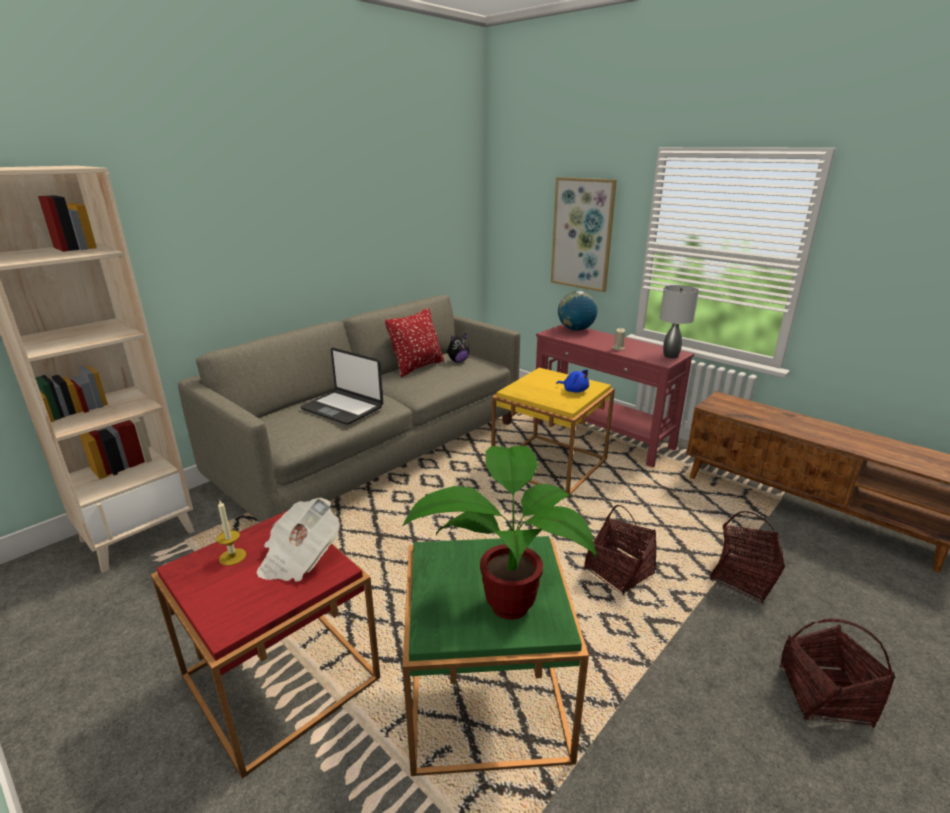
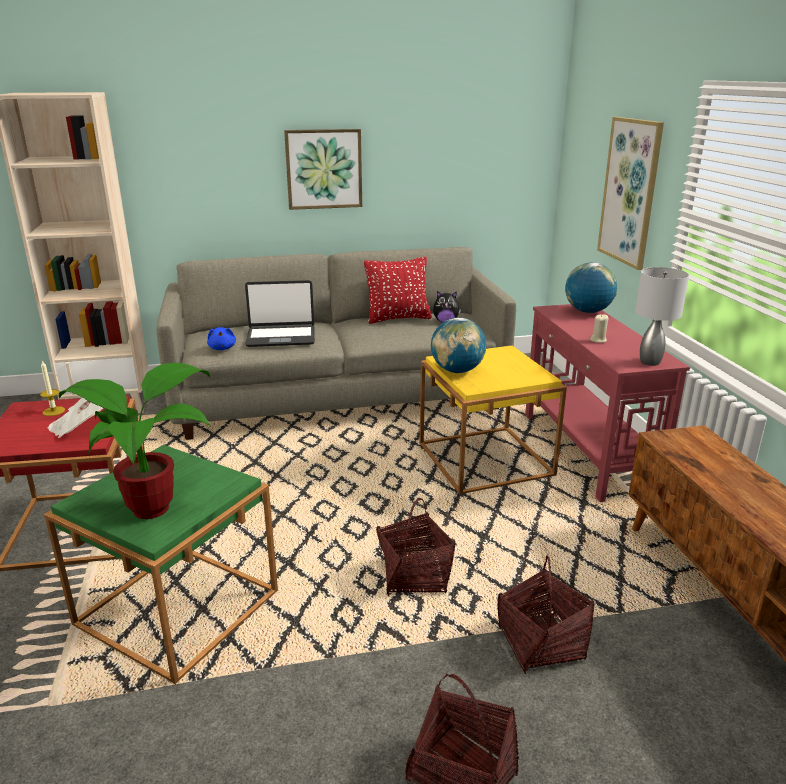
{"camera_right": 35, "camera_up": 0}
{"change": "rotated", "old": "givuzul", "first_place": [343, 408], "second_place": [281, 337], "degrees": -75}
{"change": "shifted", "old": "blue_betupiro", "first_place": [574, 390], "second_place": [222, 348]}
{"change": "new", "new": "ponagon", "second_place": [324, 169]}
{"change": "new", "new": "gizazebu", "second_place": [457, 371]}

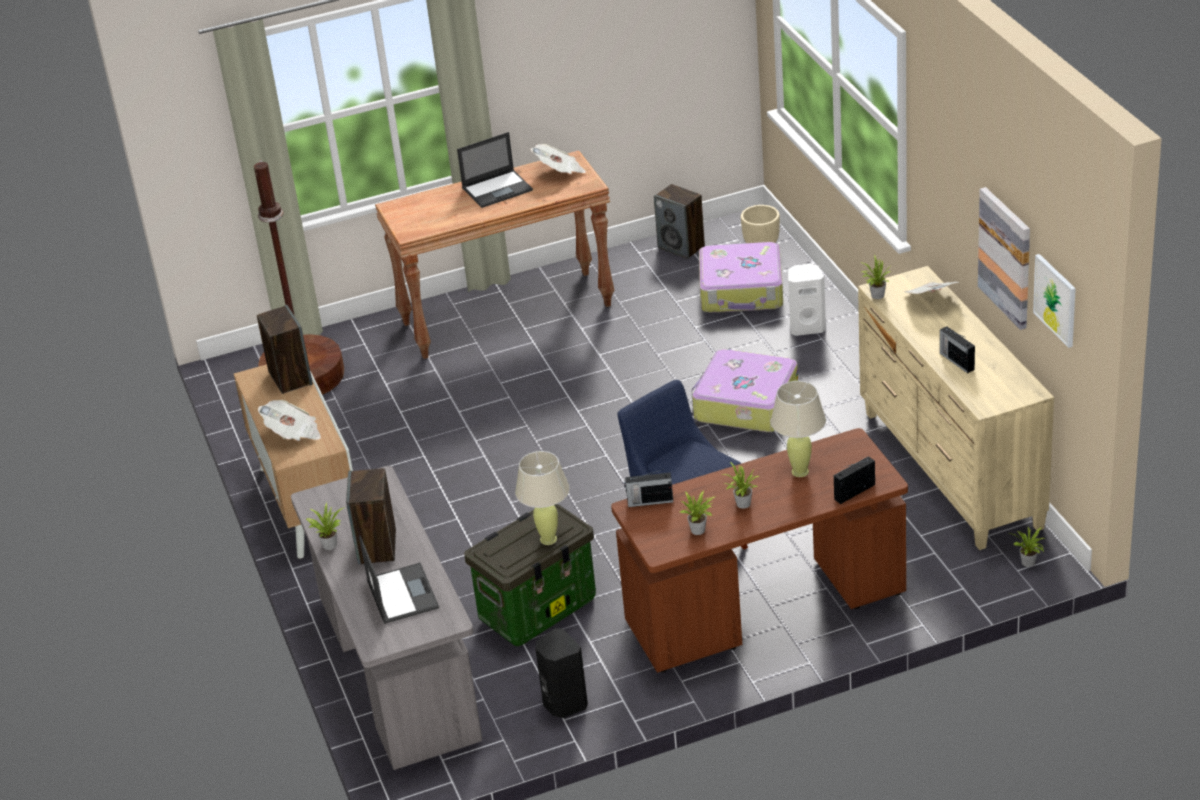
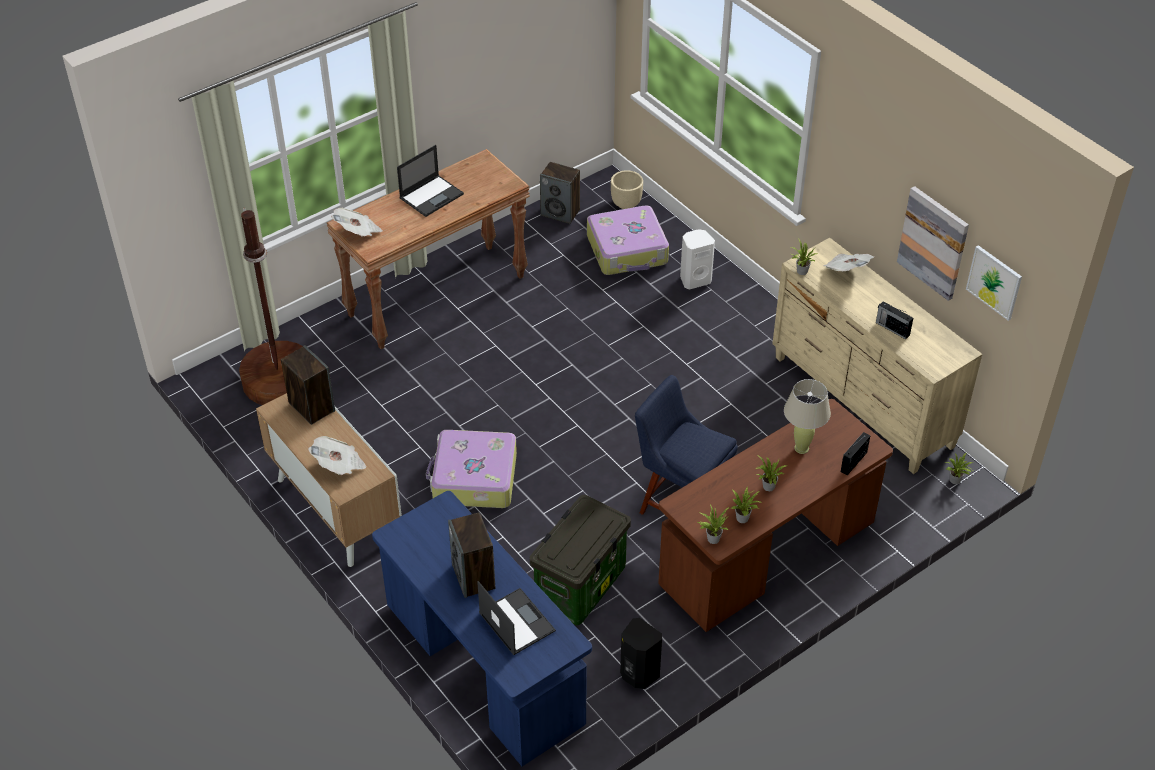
{"camera_right": -20, "camera_up": 10}
{"change": "shifted", "old": "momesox", "first_place": [560, 172], "second_place": [358, 232]}
{"change": "shifted", "old": "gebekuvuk", "first_place": [744, 404], "second_place": [473, 478]}
{"change": "gone", "old": "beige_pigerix", "first_place": [548, 539]}
{"change": "repainted", "old": "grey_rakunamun", "new": "blue_rakunamun", "first_place": [398, 670], "second_place": [483, 665]}
{"change": "gone", "old": "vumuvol", "first_place": [649, 501]}
{"change": "shifted", "old": "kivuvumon", "first_place": [328, 544], "second_place": [712, 538]}

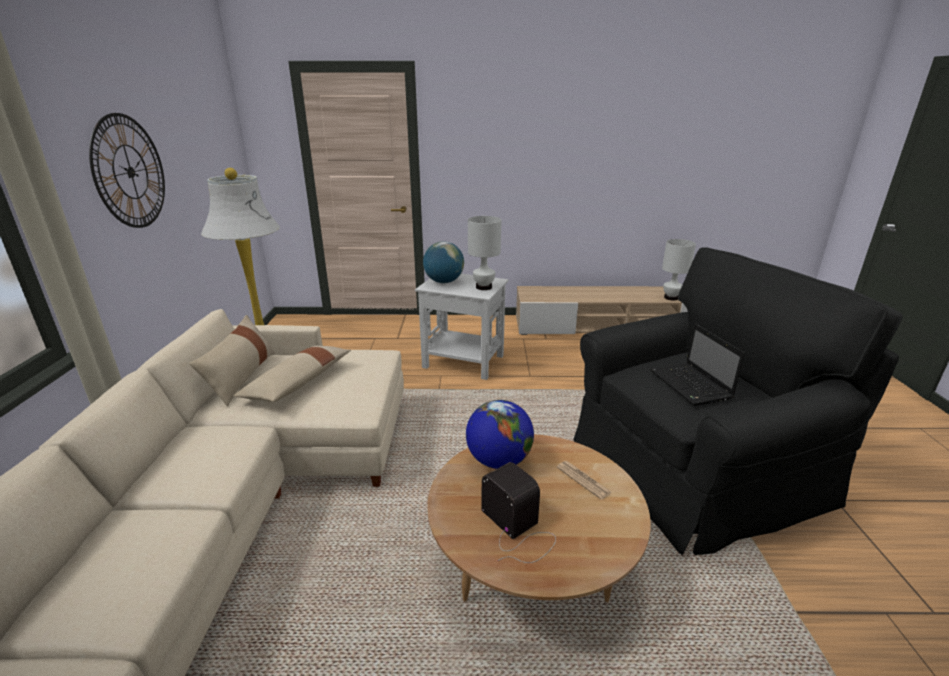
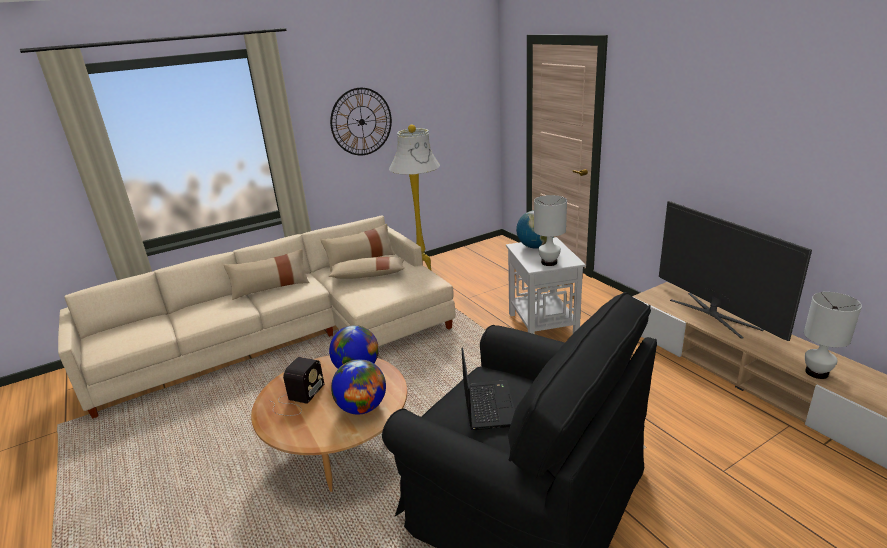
{"camera_right": 60, "camera_up": 0}
{"change": "rotated", "old": "givuzul", "first_place": [691, 386], "second_place": [488, 404], "degrees": 135}
{"change": "swapped", "old": "momesox", "new": "gizazebu", "first_place": [583, 480], "second_place": [362, 408]}
{"change": "new", "new": "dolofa", "second_place": [714, 314]}
{"change": "new", "new": "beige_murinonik", "second_place": [271, 287]}

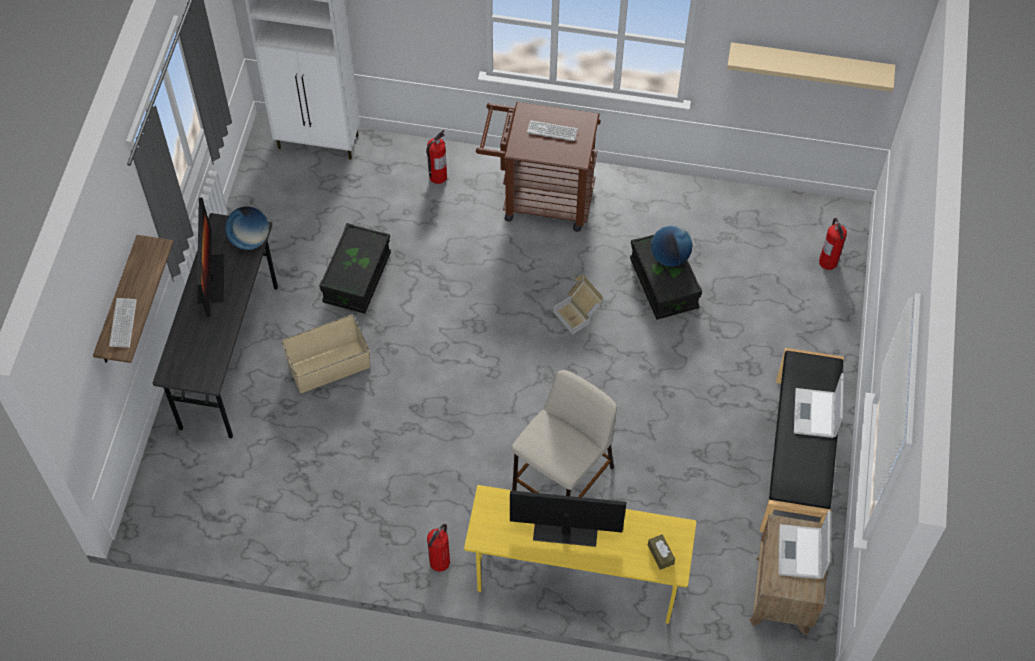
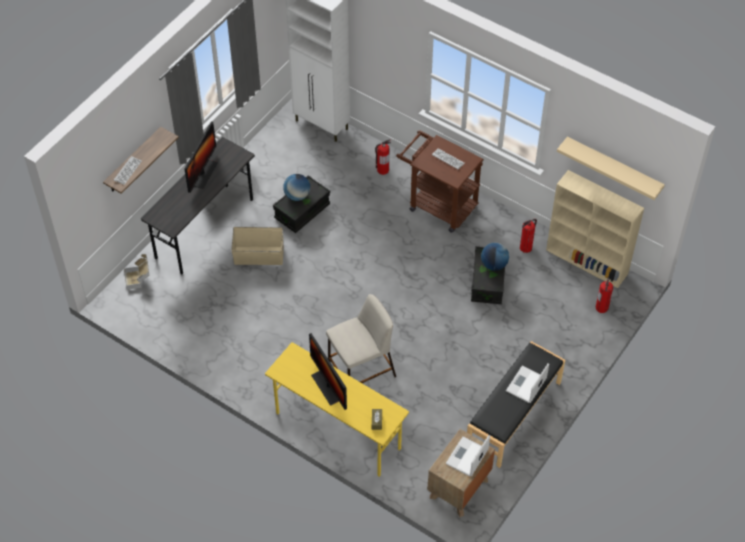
{"camera_right": 25, "camera_up": -5}
{"change": "shifted", "old": "gizazebu", "first_place": [250, 240], "second_place": [297, 196]}
{"change": "shifted", "old": "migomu", "first_place": [578, 313], "second_place": [139, 279]}
{"change": "rotated", "old": "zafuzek", "first_place": [565, 530], "second_place": [328, 386], "degrees": -150}
{"change": "shifted", "old": "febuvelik", "first_place": [440, 561], "second_place": [526, 247]}
{"change": "new", "new": "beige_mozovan", "second_place": [587, 262]}

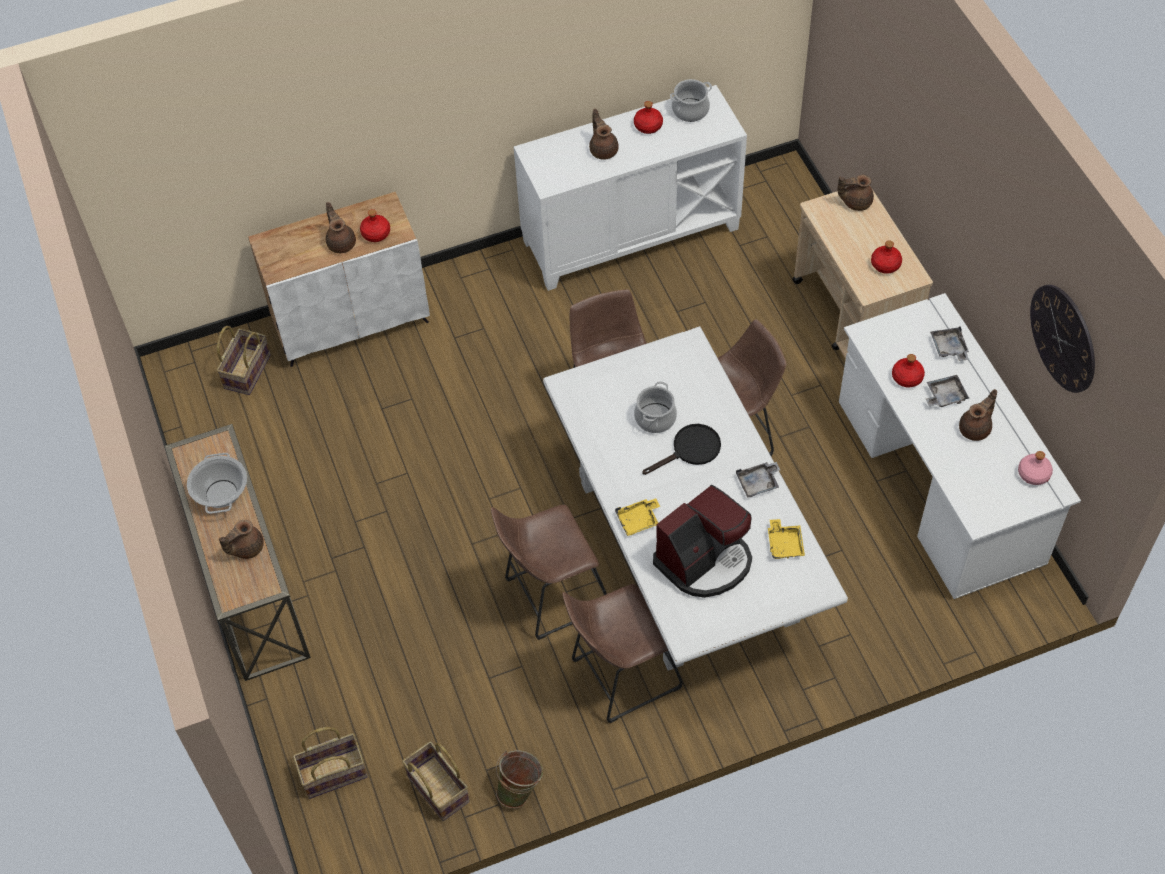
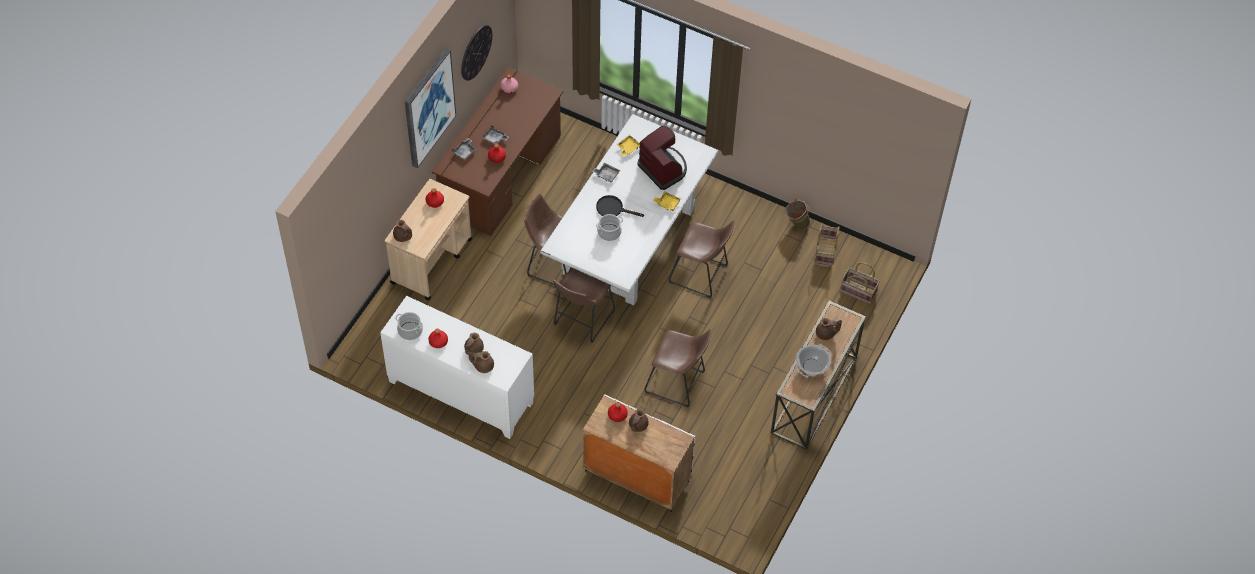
{"camera_right": -135, "camera_up": 0}
{"change": "repainted", "old": "white_rakunamun", "new": "brown_rakunamun", "first_place": [940, 481], "second_place": [500, 174]}
{"change": "gone", "old": "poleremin", "first_place": [246, 371]}
{"change": "shifted", "old": "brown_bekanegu", "first_place": [976, 429], "second_place": [483, 366]}
{"change": "rotated", "old": "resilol", "first_place": [705, 561], "second_place": [663, 169], "degrees": 45}
{"change": "shifted", "old": "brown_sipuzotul", "first_place": [620, 676], "second_place": [678, 383]}
{"change": "new", "new": "ponagon", "second_place": [428, 107]}

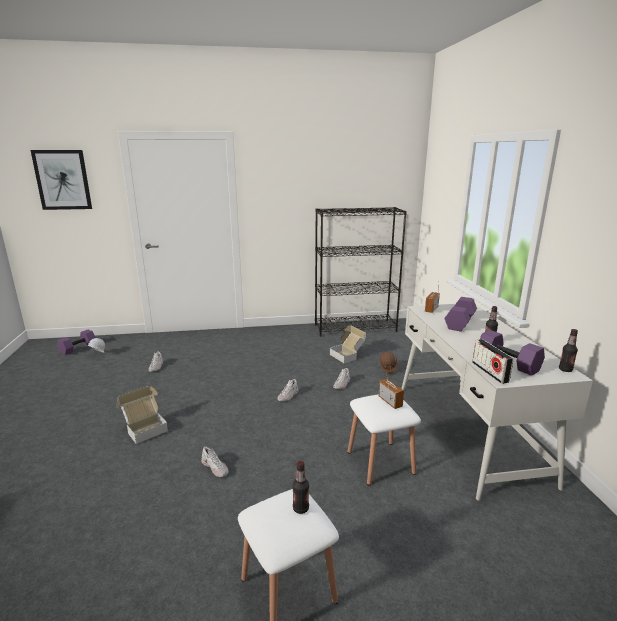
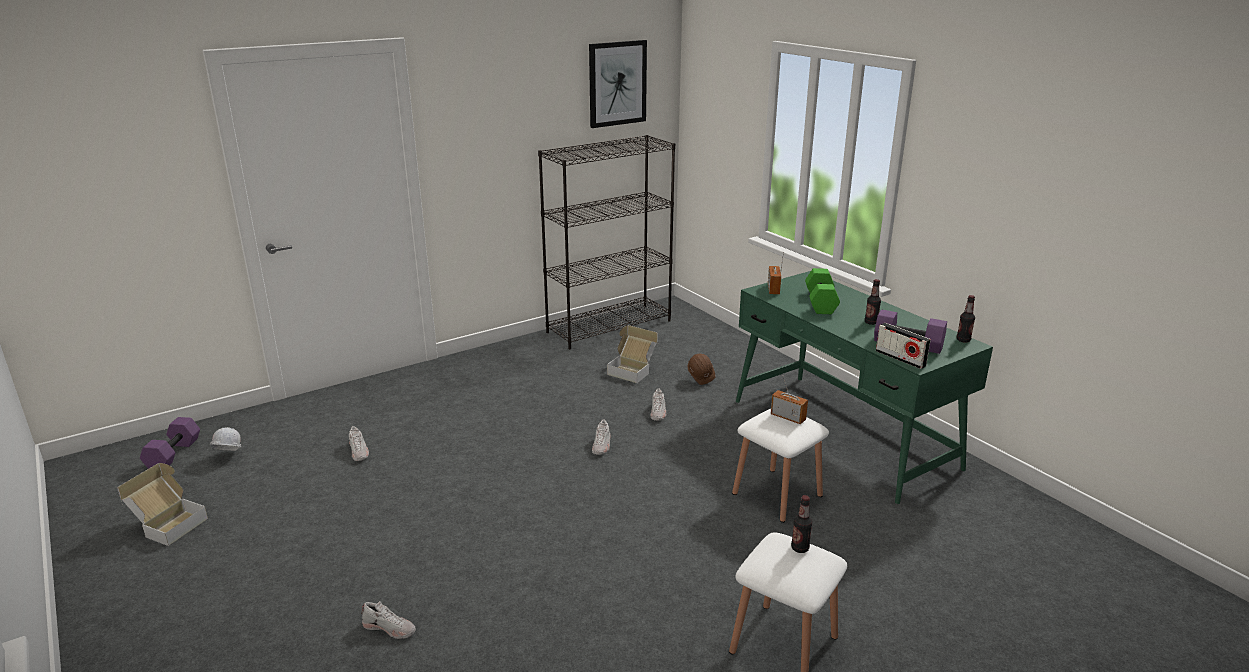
{"camera_right": -25, "camera_up": 5}
{"change": "shifted", "old": "ponagon", "first_place": [62, 180], "second_place": [617, 83]}
{"change": "repainted", "old": "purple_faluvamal", "new": "green_faluvamal", "first_place": [460, 323], "second_place": [821, 303]}
{"change": "repainted", "old": "white_rakunamun", "new": "green_rakunamun", "first_place": [467, 431], "second_place": [842, 433]}
{"change": "shifted", "old": "migomu", "first_place": [145, 428], "second_place": [168, 524]}
{"change": "shifted", "old": "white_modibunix", "first_place": [215, 468], "second_place": [390, 628]}

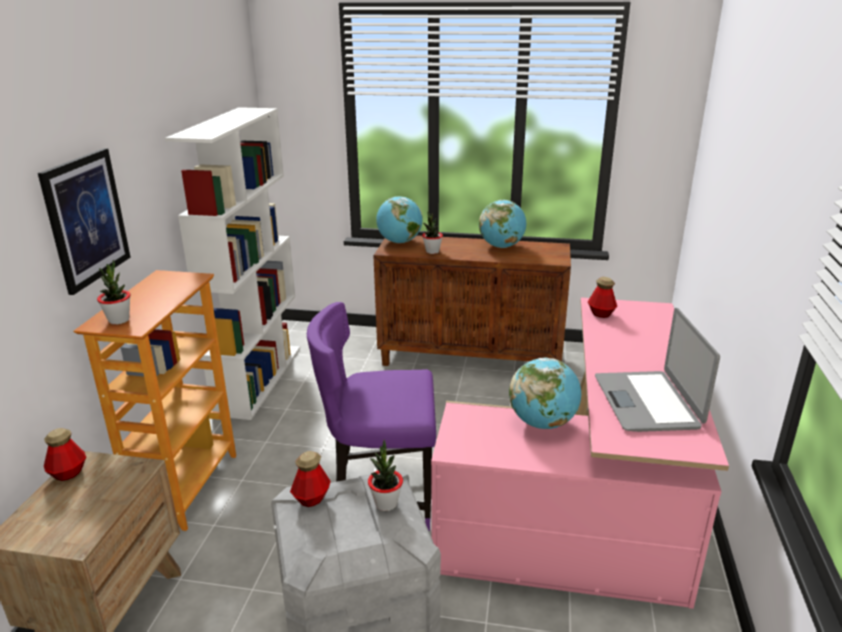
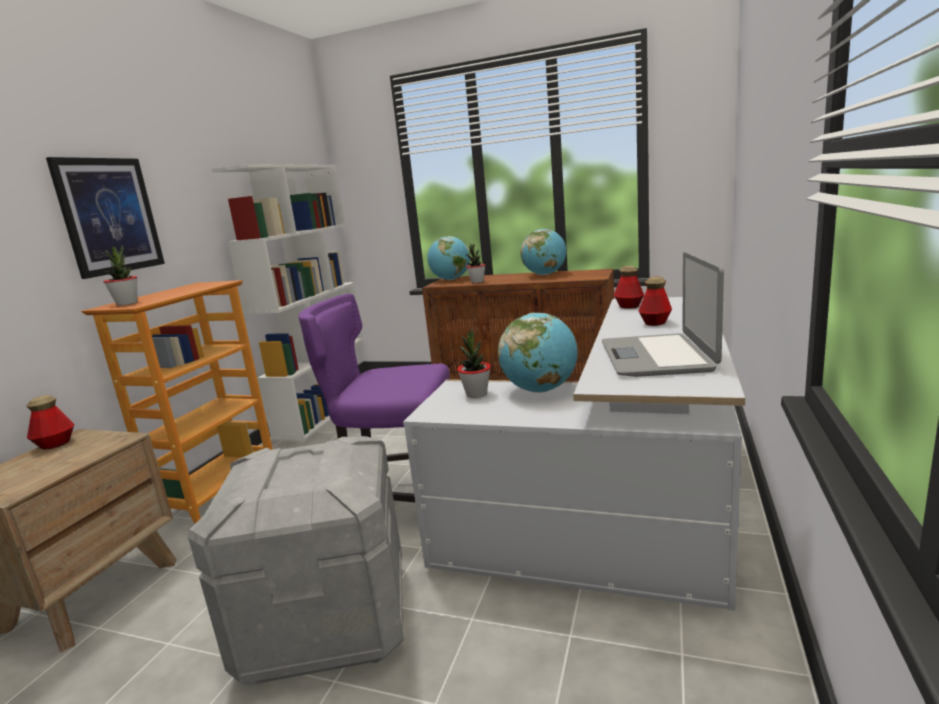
{"camera_right": 10, "camera_up": -10}
{"change": "repainted", "old": "pink_rakunamun", "new": "white_rakunamun", "first_place": [588, 508], "second_place": [620, 509]}
{"change": "shifted", "old": "kivuvumon", "first_place": [386, 503], "second_place": [476, 394]}
{"change": "shifted", "old": "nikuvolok", "first_place": [311, 498], "second_place": [655, 323]}

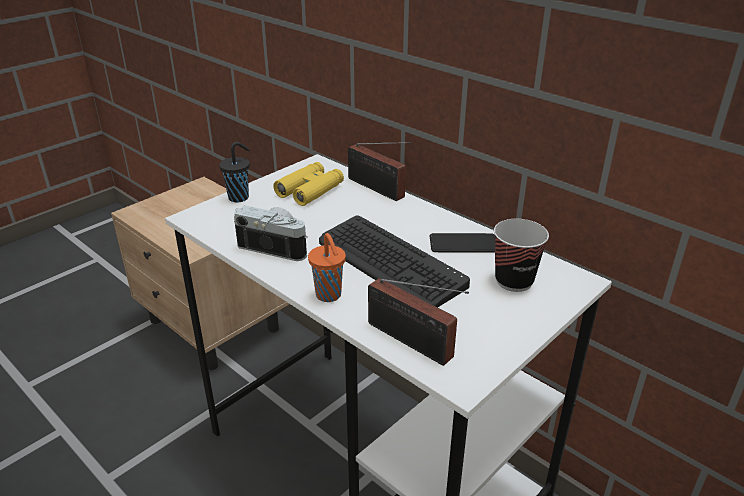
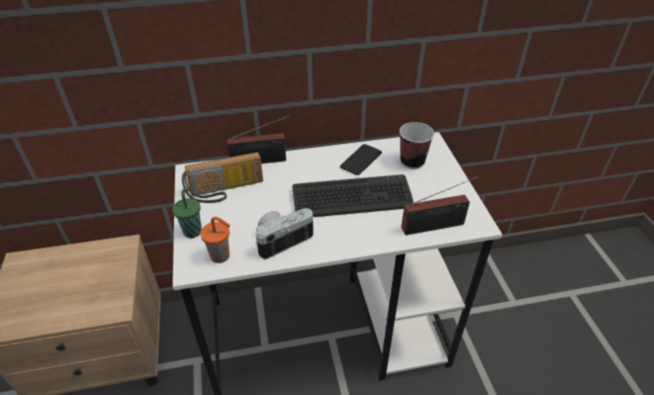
{"camera_right": -55, "camera_up": 10}
{"change": "repainted", "old": "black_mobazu", "new": "green_mobazu", "first_place": [240, 197], "second_place": [192, 231]}
{"change": "swapped", "old": "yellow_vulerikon", "new": "vumuvol", "first_place": [310, 190], "second_place": [225, 191]}
{"change": "shifted", "old": "orange_mobazu", "first_place": [329, 296], "second_place": [221, 256]}

